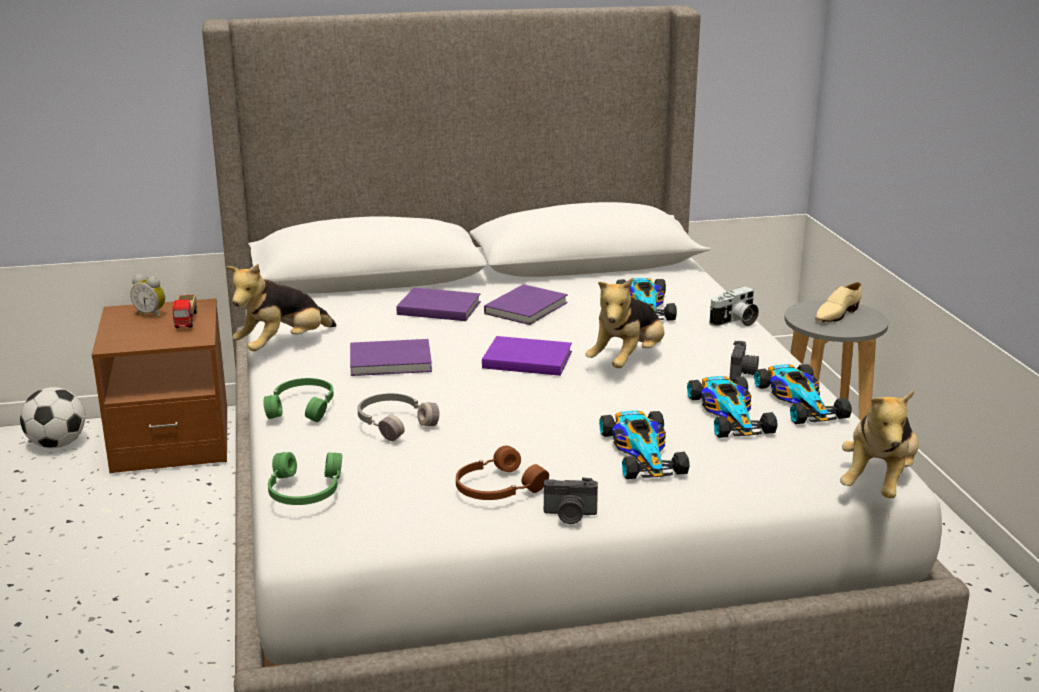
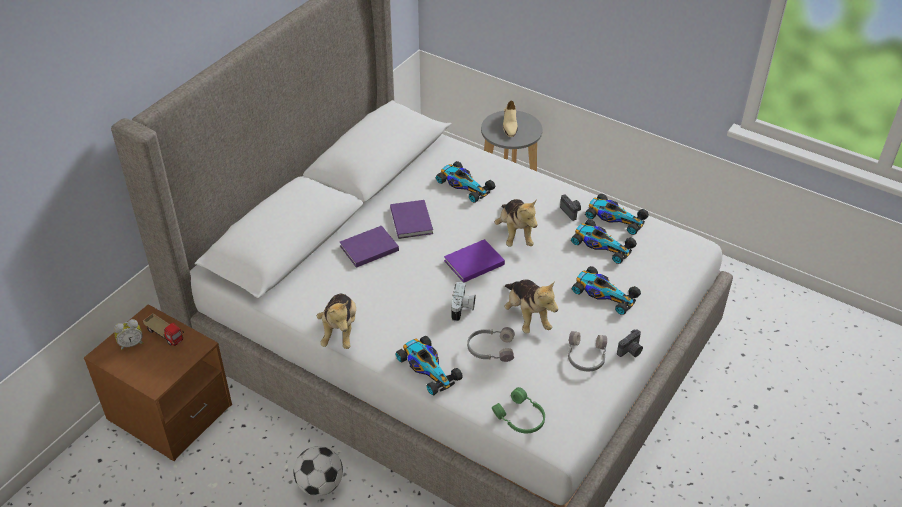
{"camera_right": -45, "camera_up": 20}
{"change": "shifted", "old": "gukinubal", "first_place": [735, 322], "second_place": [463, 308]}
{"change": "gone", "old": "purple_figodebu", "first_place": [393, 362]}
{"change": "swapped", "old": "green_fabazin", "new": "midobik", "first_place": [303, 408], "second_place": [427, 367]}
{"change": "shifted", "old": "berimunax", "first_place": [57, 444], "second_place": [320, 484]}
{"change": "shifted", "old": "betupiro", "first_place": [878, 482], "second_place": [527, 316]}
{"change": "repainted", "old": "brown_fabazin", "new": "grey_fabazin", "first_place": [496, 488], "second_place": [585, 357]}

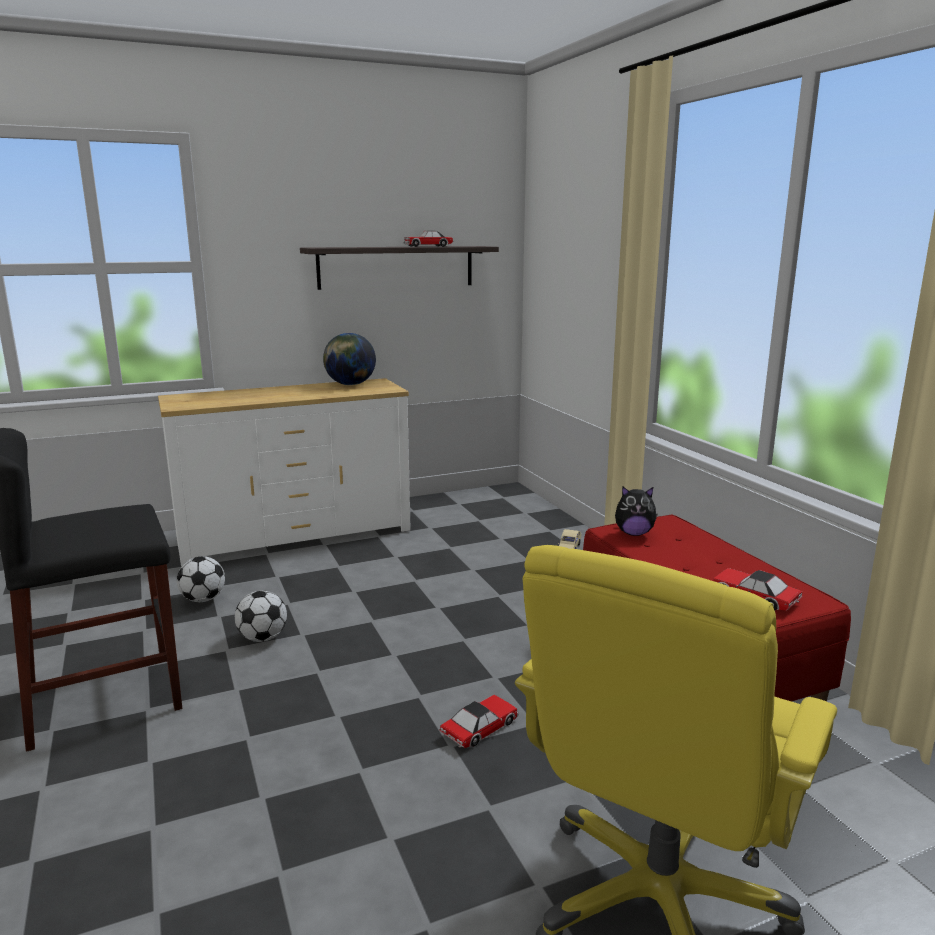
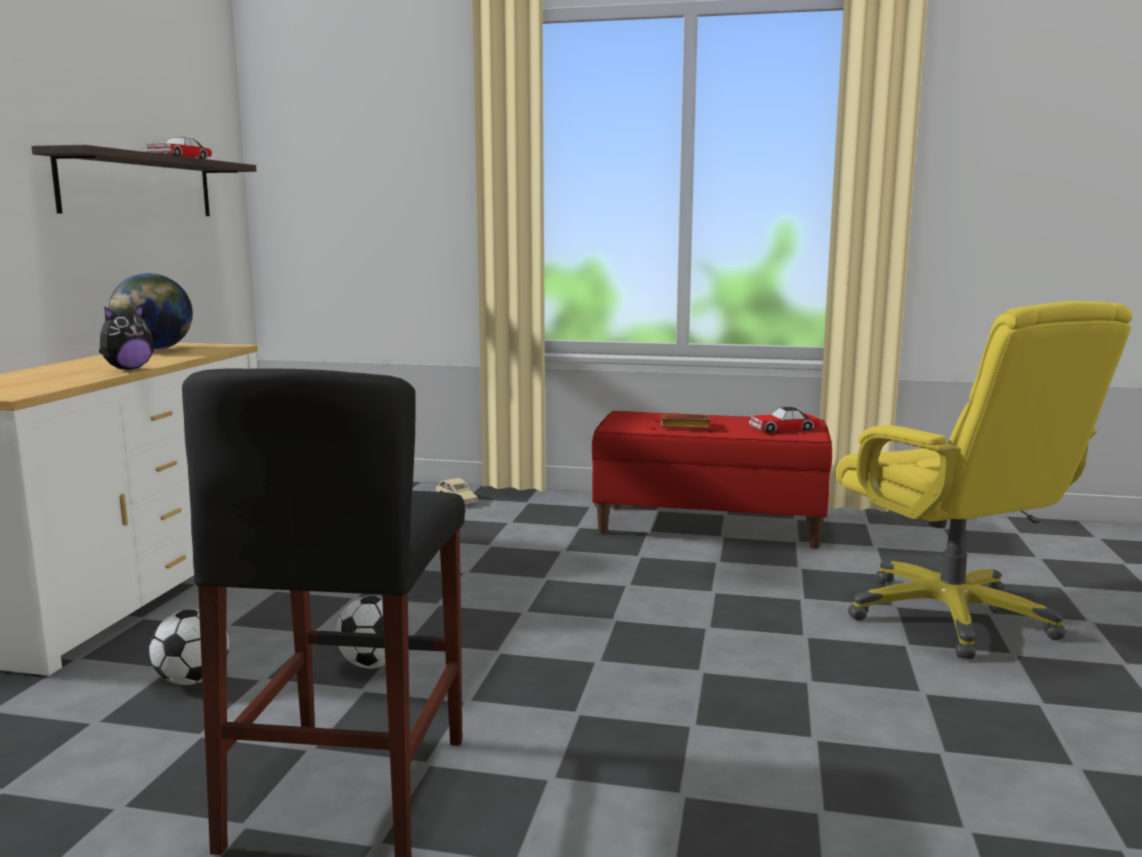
{"camera_right": -55, "camera_up": -5}
{"change": "shifted", "old": "betupiro", "first_place": [634, 533], "second_place": [128, 369]}
{"change": "gone", "old": "midobik", "first_place": [480, 728]}
{"change": "new", "new": "brown_figodebu", "second_place": [683, 427]}

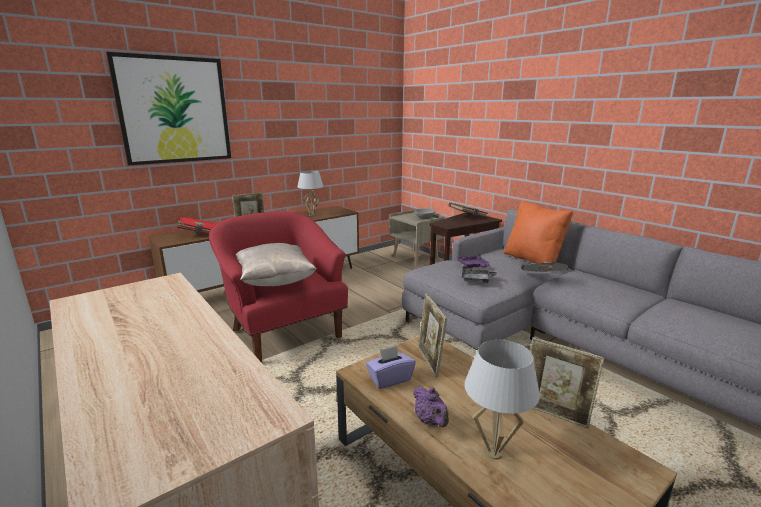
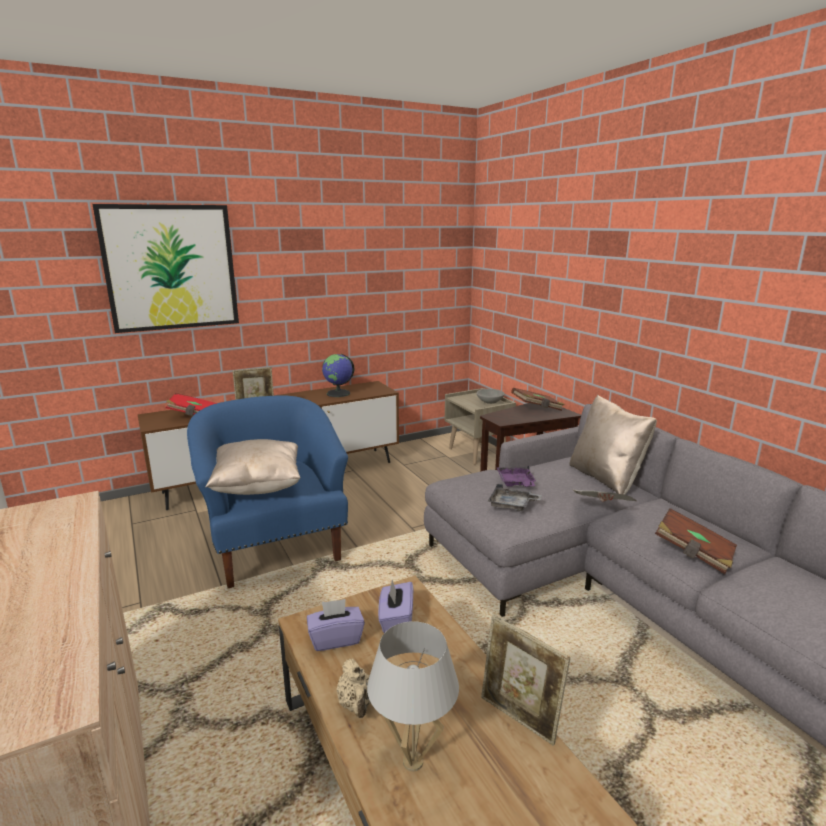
{"camera_right": 10, "camera_up": 0}
{"change": "swapped", "old": "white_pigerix", "new": "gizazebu", "first_place": [311, 215], "second_place": [338, 393]}
{"change": "repainted", "old": "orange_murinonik", "new": "beige_murinonik", "first_place": [533, 260], "second_place": [606, 478]}
{"change": "repainted", "old": "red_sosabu", "new": "blue_sosabu", "first_place": [284, 331], "second_place": [276, 545]}
{"change": "swapped", "old": "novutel", "new": "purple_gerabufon", "first_place": [430, 362], "second_place": [396, 620]}
{"change": "repainted", "old": "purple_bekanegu", "new": "beige_bekanegu", "first_place": [430, 421], "second_place": [356, 705]}
{"change": "new", "new": "brown_figodebu", "second_place": [693, 553]}

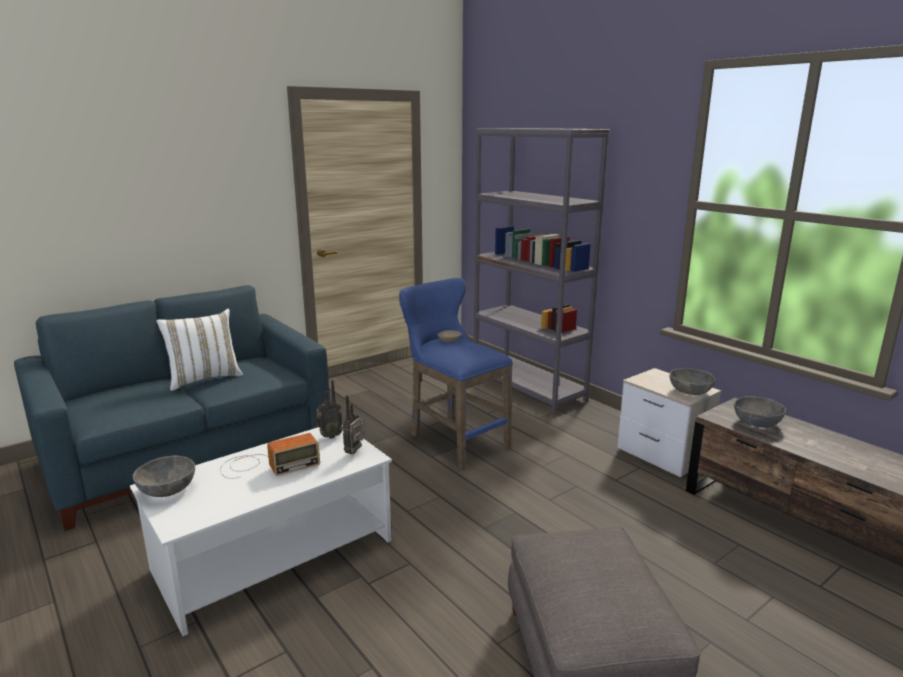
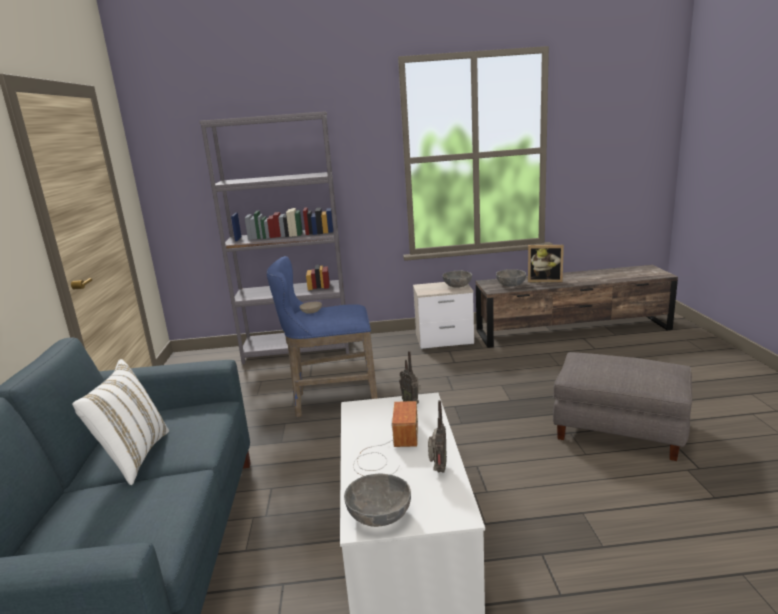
{"camera_right": -55, "camera_up": 0}
{"change": "shifted", "old": "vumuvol", "first_place": [329, 436], "second_place": [438, 470]}
{"change": "new", "new": "novutel", "second_place": [544, 280]}

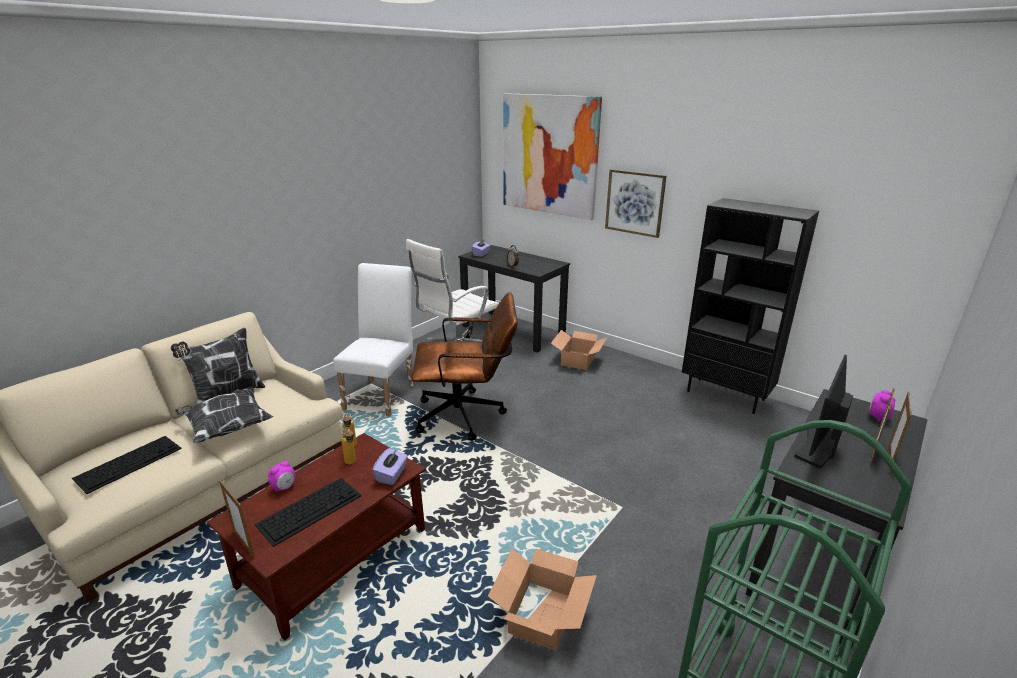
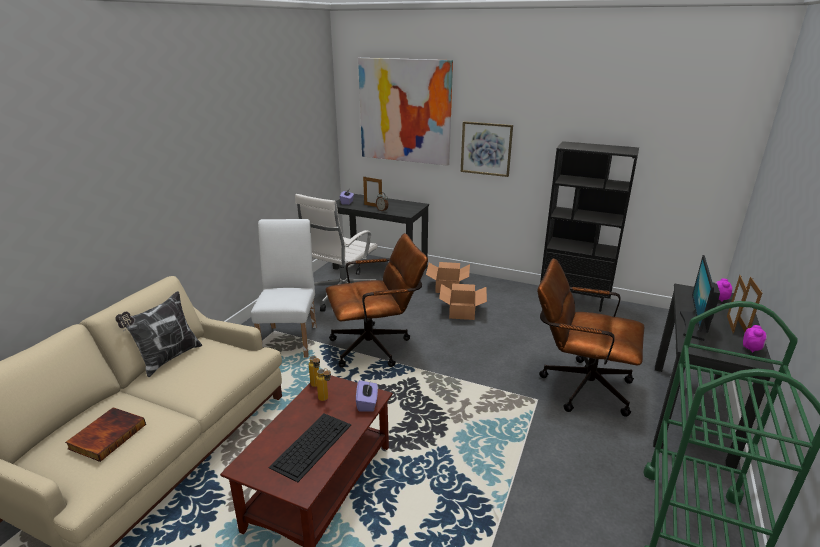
{"camera_right": -15, "camera_up": 0}
{"change": "gone", "old": "murinonik", "first_place": [227, 428]}
{"change": "swapped", "old": "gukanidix", "new": "figodebu", "first_place": [129, 462], "second_place": [107, 435]}
{"change": "shifted", "old": "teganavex", "first_place": [284, 487], "second_place": [751, 348]}
{"change": "shifted", "old": "novutel", "first_place": [244, 544], "second_place": [373, 206]}
{"change": "shifted", "old": "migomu", "first_place": [540, 615], "second_place": [461, 311]}
{"change": "new", "new": "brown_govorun", "second_place": [578, 385]}

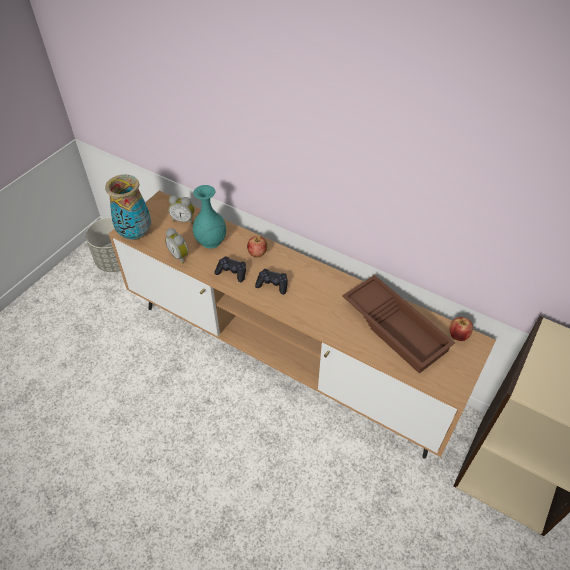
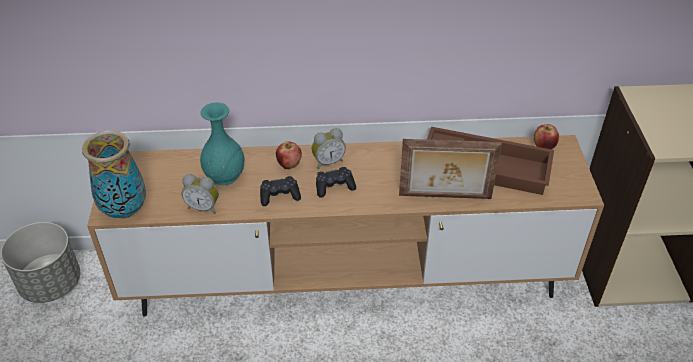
{"camera_right": -35, "camera_up": -5}
{"change": "shifted", "old": "teganavex", "first_place": [184, 220], "second_place": [328, 162]}
{"change": "new", "new": "novutel", "second_place": [445, 197]}

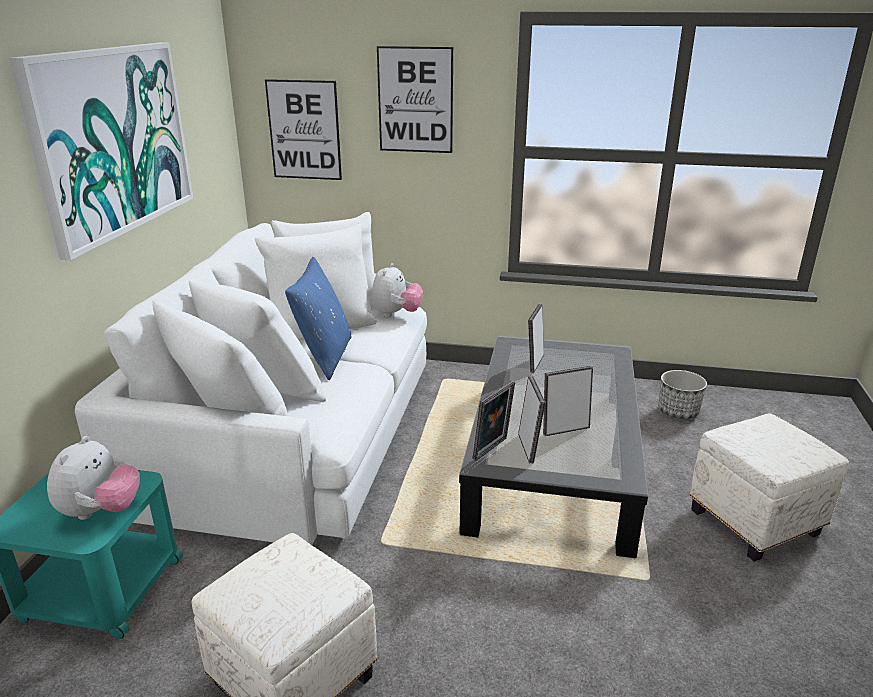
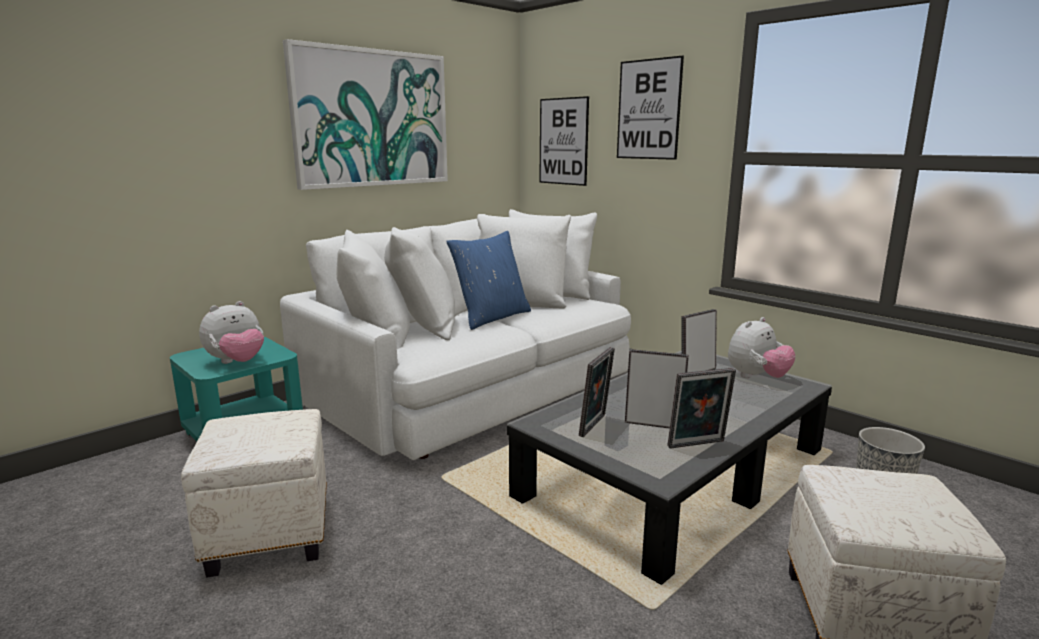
{"camera_right": 35, "camera_up": -10}
{"change": "shifted", "old": "betupiro", "first_place": [396, 314], "second_place": [757, 377]}
{"change": "shifted", "old": "novutel", "first_place": [492, 449], "second_place": [697, 445]}

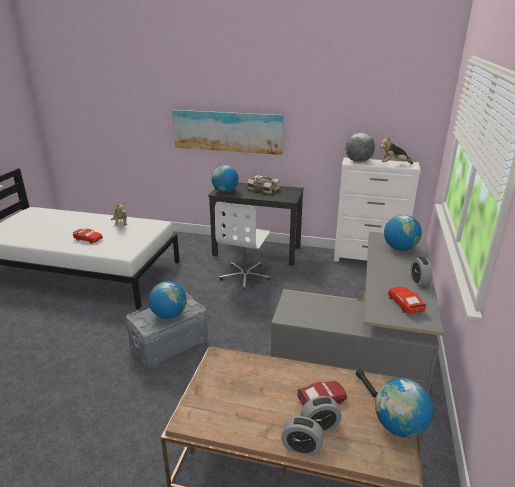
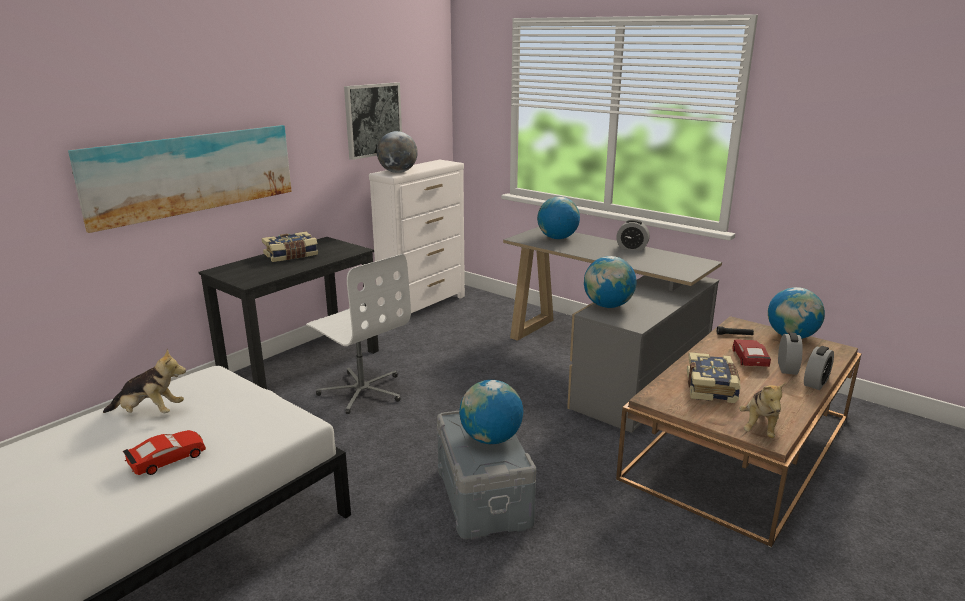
{"camera_right": -65, "camera_up": -5}
{"change": "shifted", "old": "betupiro", "first_place": [393, 164], "second_place": [760, 427]}
{"change": "shifted", "old": "gizazebu", "first_place": [225, 191], "second_place": [608, 306]}
{"change": "gone", "old": "red_midobik", "first_place": [405, 304]}
{"change": "new", "new": "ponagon", "second_place": [373, 120]}
{"change": "new", "new": "figodebu", "second_place": [712, 387]}

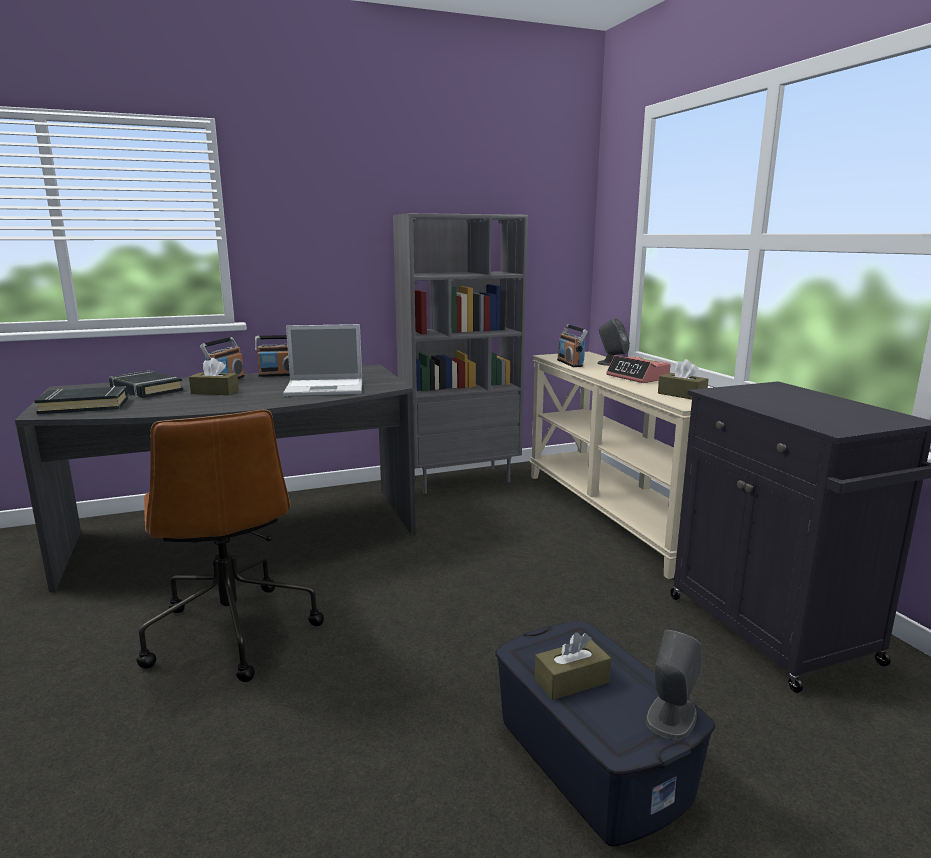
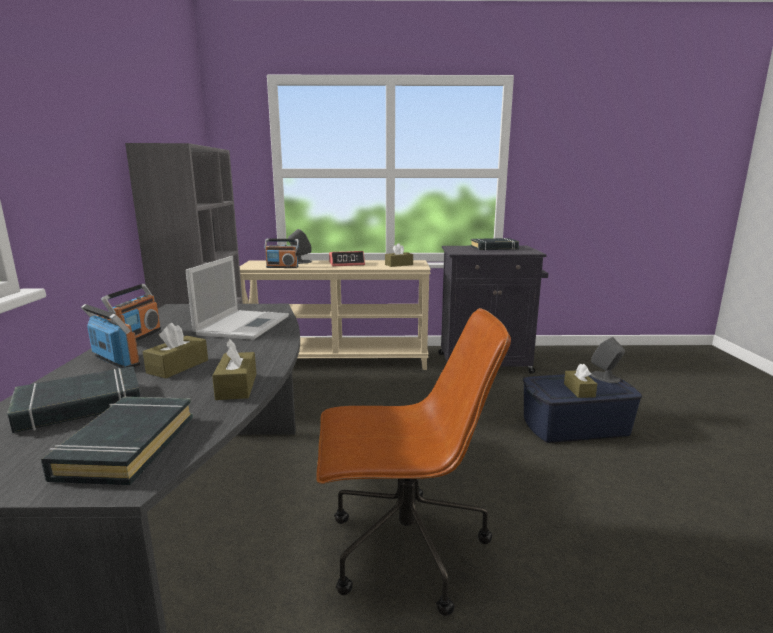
{"camera_right": -70, "camera_up": 0}
{"change": "new", "new": "black_figodebu", "second_place": [494, 248]}
{"change": "new", "new": "brown_gerabufon", "second_place": [237, 386]}

